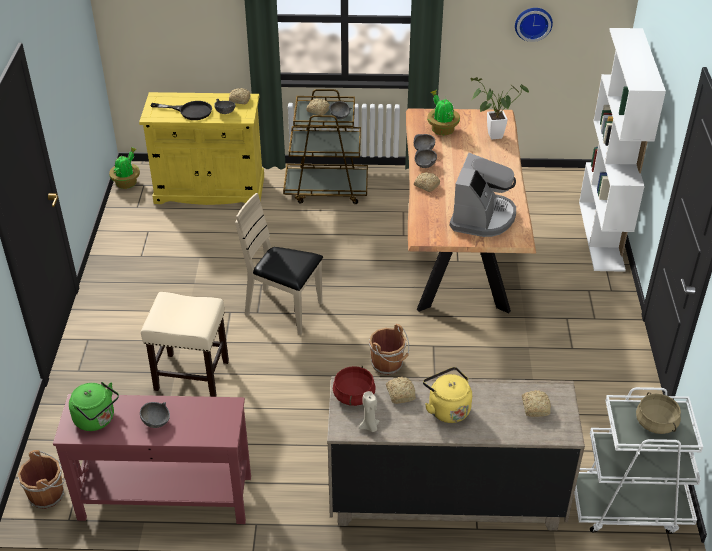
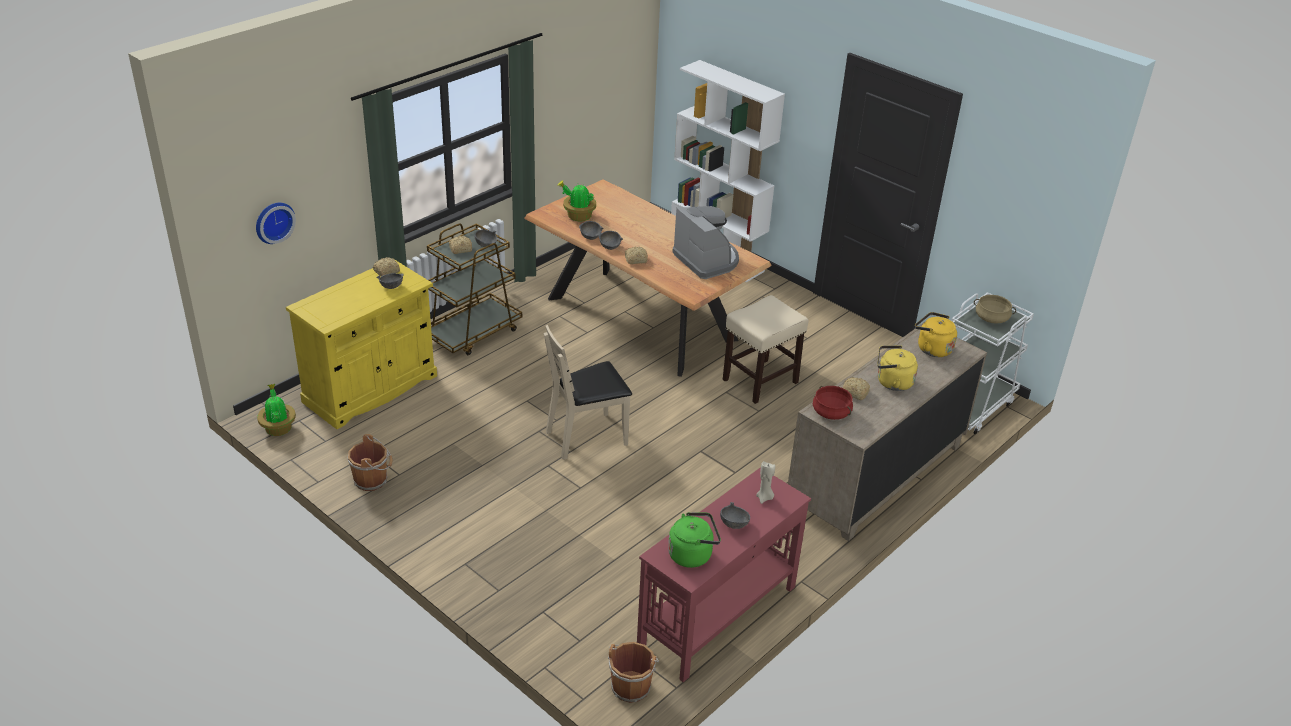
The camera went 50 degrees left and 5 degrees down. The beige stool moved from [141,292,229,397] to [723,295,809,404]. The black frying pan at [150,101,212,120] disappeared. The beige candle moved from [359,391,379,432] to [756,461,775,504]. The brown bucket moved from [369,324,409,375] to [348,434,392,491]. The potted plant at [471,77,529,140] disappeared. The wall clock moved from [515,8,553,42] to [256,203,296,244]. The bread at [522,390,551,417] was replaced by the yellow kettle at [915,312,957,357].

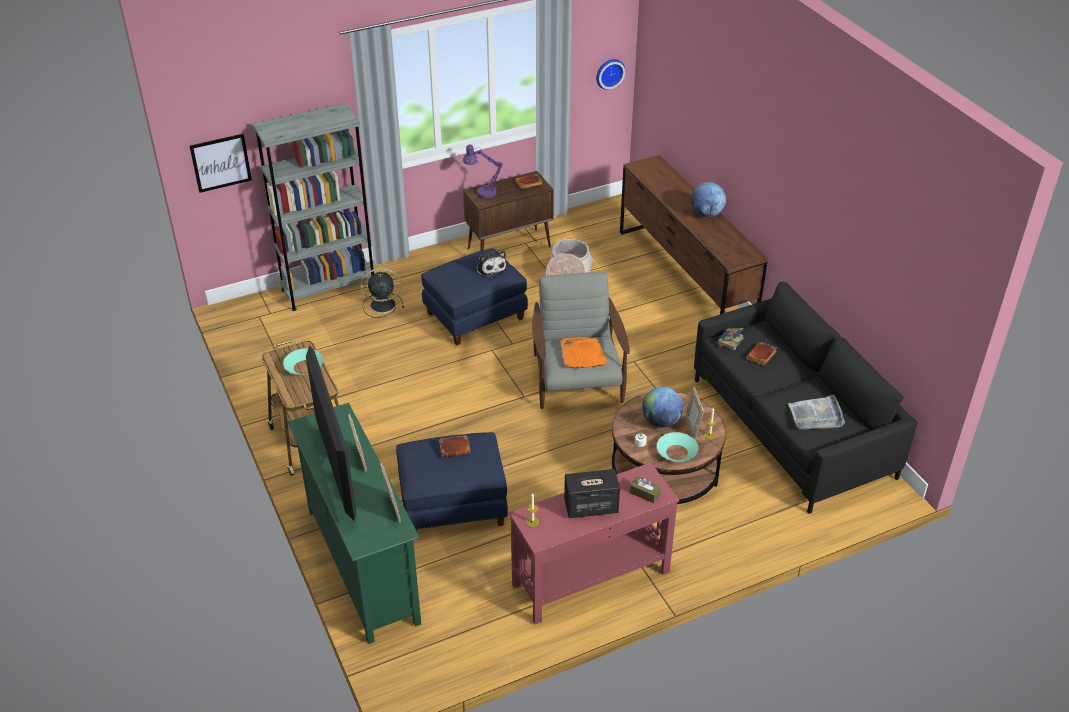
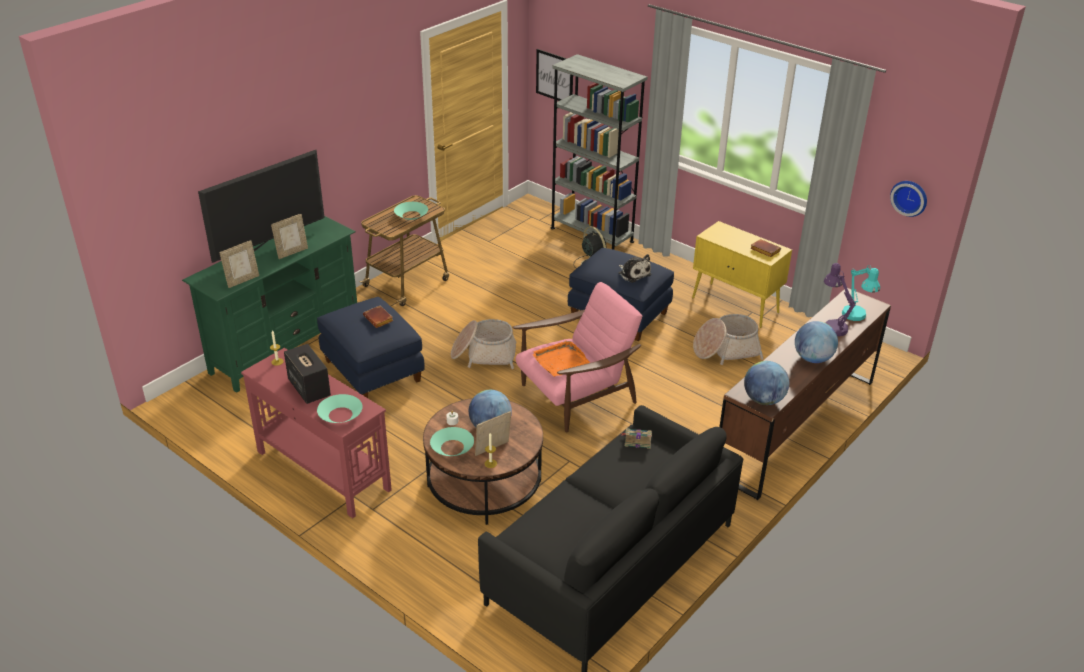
The camera went 65 degrees right and 5 degrees down. The purple table lamp moved from [463,144,503,199] to [824,263,856,336]. The brown cabinet at [463,171,554,251] became the yellow cabinet at [692,221,792,328]. The plush toy at [475,250,507,278] turned 75 degrees counterclockwise. The grey armchair at [532,272,630,409] became the pink armchair at [512,282,642,432]. The brown tissue box at [630,476,661,503] was replaced by the turquoise bowl at [317,394,363,423]. The brown book at [747,342,777,366] disappeared. The grey tray at [788,395,845,430] disappeared. The basket at [451,319,517,369] appeared. The globe at [744,361,789,405] appeared. The turquoise table lamp at [842,265,880,321] appeared.

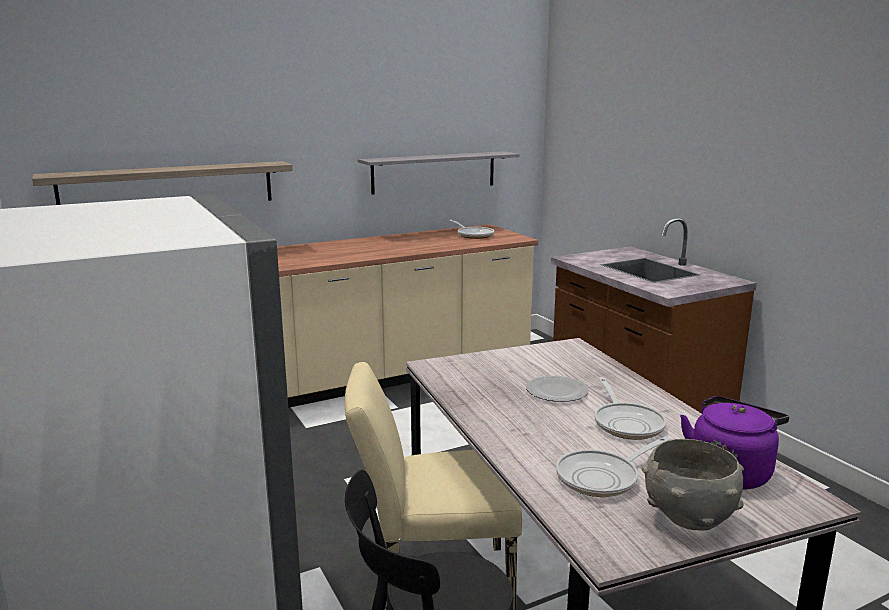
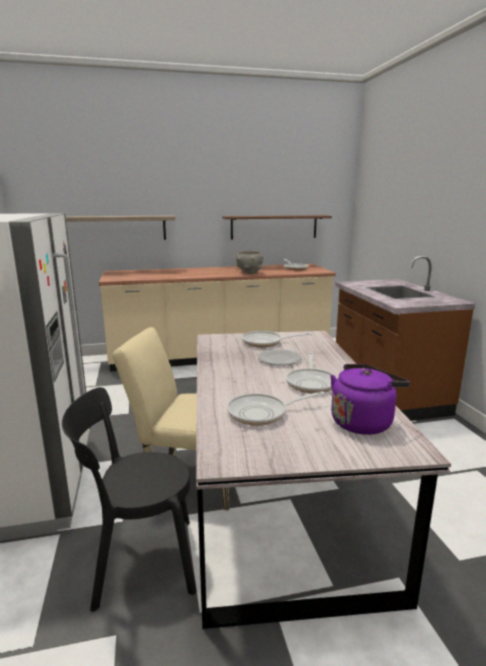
The camera went 15 degrees right and 0 degrees up. The grey shelf at [358,151,520,195] became the brown shelf at [222,215,332,240]. The grey bowl moved from [641,439,744,531] to [236,251,264,274]. The frying pan at [242,331,311,347] appeared.

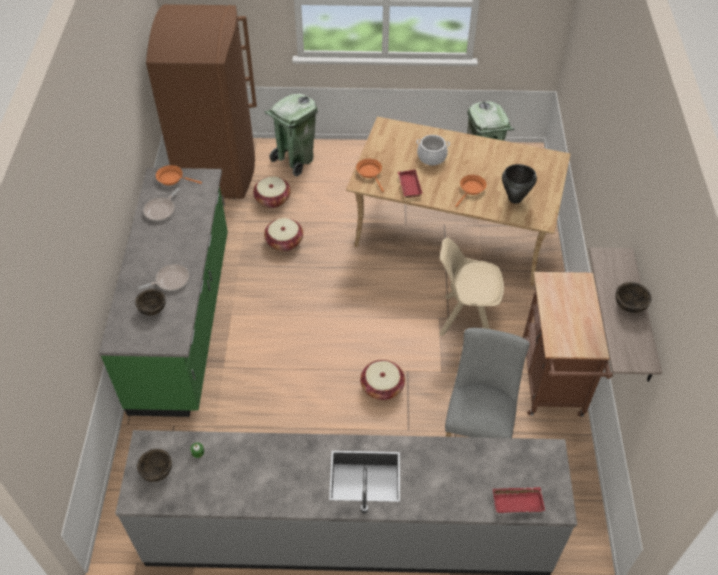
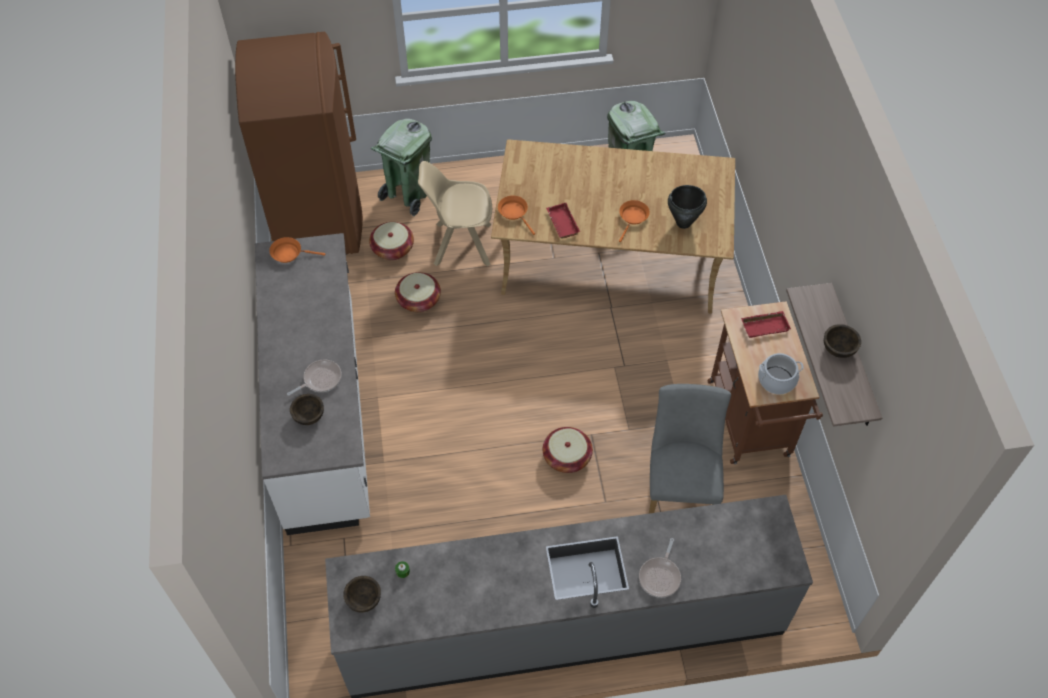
The camera went 10 degrees left and 5 degrees up. The green counter at [99,168,228,417] became the white counter at [255,233,370,535]. The frying pan moved from [143,188,180,221] to [639,538,681,598]. The cooking pot moved from [416,135,450,165] to [758,353,804,395]. The beige chair moved from [439,238,504,336] to [418,161,492,266]. The red tray moved from [493,487,545,513] to [741,311,791,338].

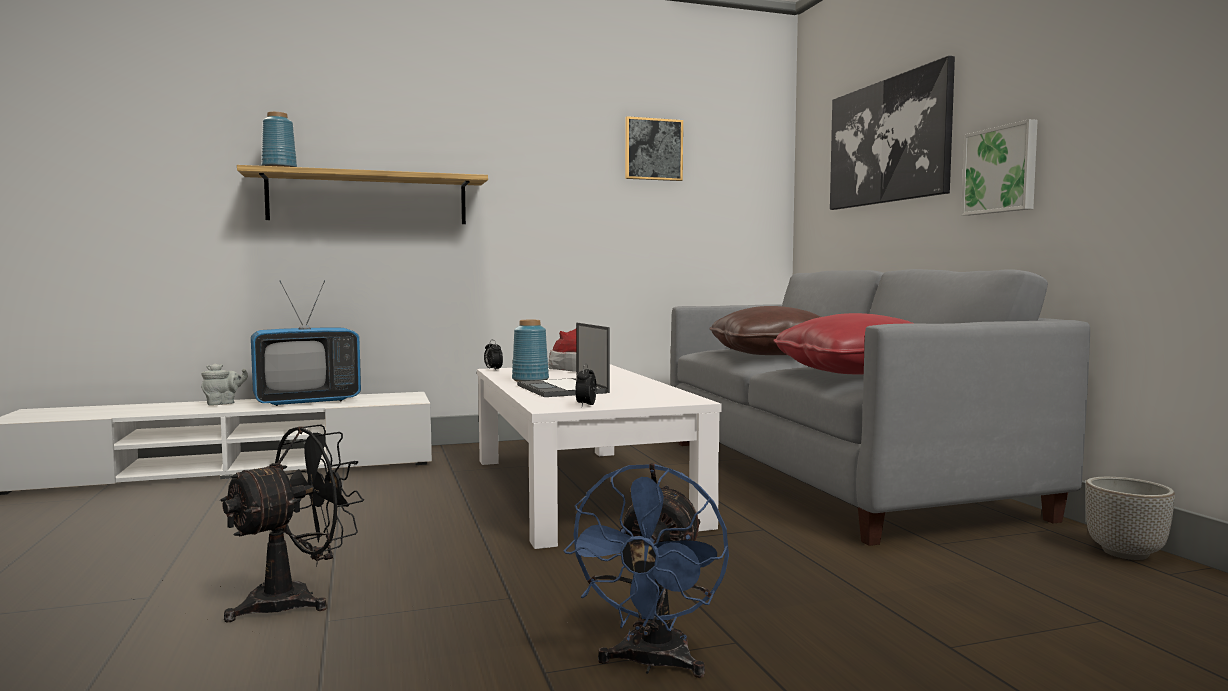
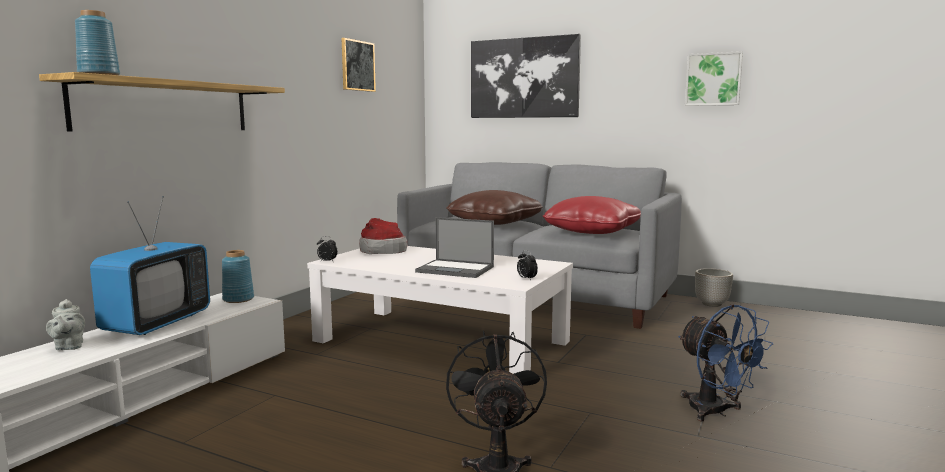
The camera went 45 degrees left and 5 degrees up. The grey teapot at [201,364,248,406] turned 150 degrees clockwise. The blue vase moved from [512,320,549,381] to [222,250,254,303]. The picture moved from [961,119,1038,216] to [685,51,743,106].

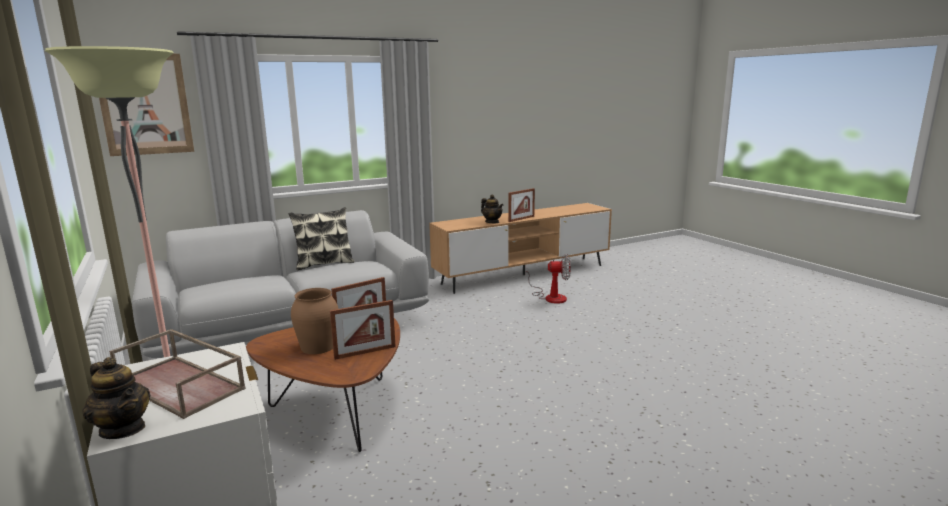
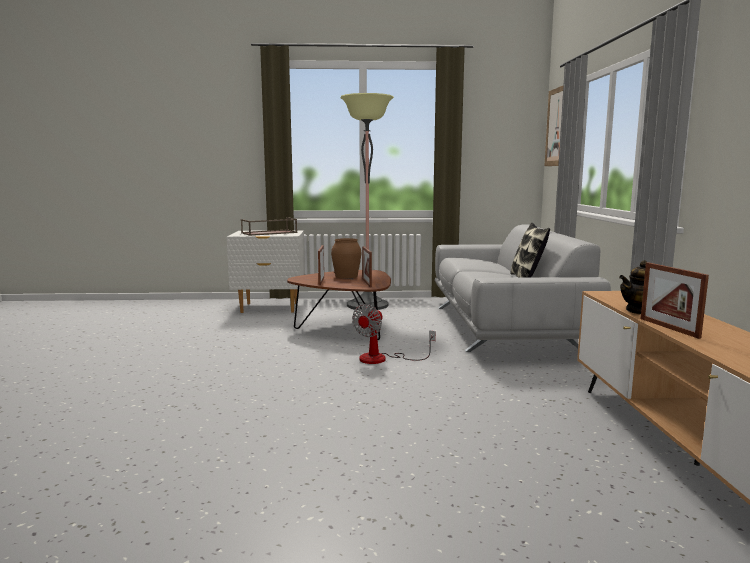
The camera went 115 degrees right and 5 degrees down. The teapot at [82,357,150,439] disappeared. The fan moved from [525,254,571,304] to [352,304,436,364].

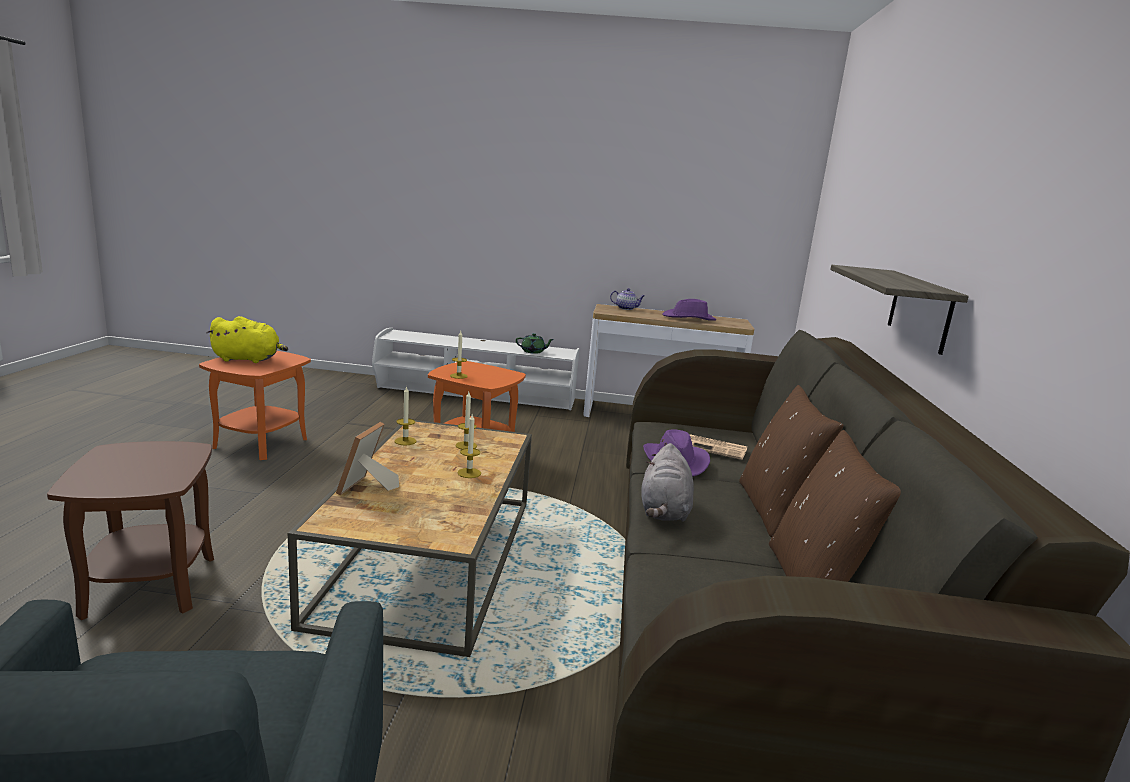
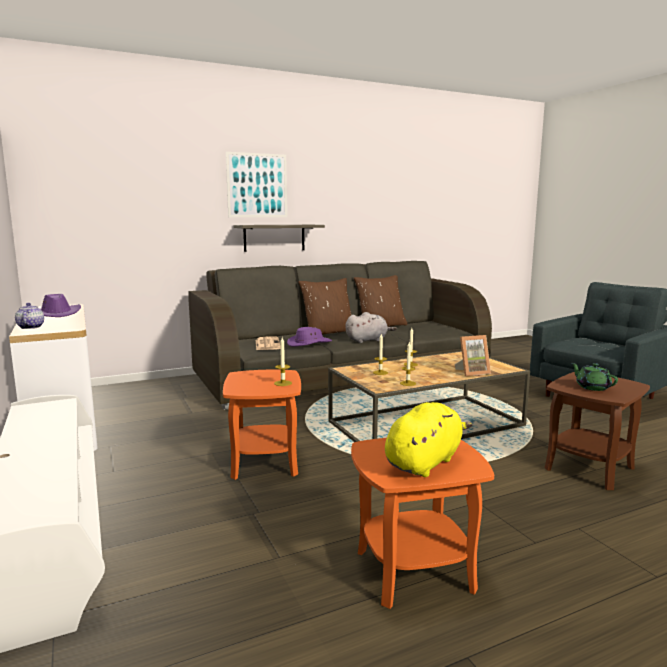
The camera went 120 degrees left and 5 degrees down. The yellow plush toy at [207,316,288,363] turned 75 degrees clockwise. The green teapot moved from [516,333,554,354] to [572,363,618,391]. The picture at [226,152,287,217] appeared.

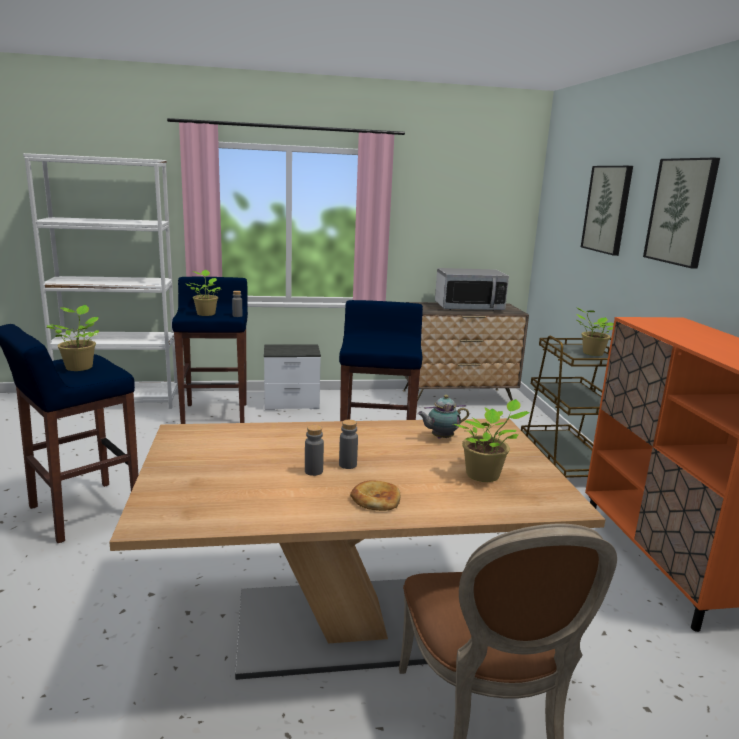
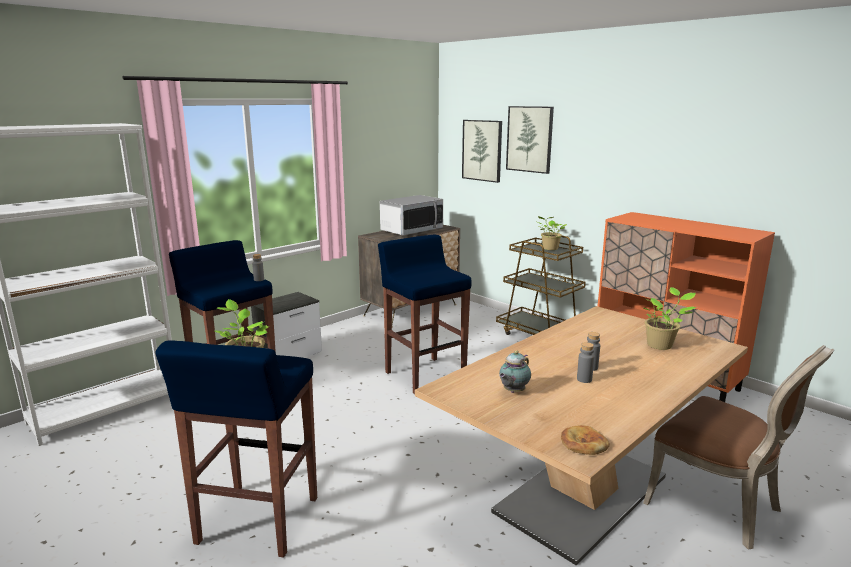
The camera went 35 degrees left and 0 degrees up. The potted plant at [186,270,222,316] disappeared. The bread moved from [350,480,400,511] to [561,425,610,455]. The teapot moved from [417,395,469,439] to [499,350,531,393]. The picture moved from [643,158,720,269] to [462,120,502,183].

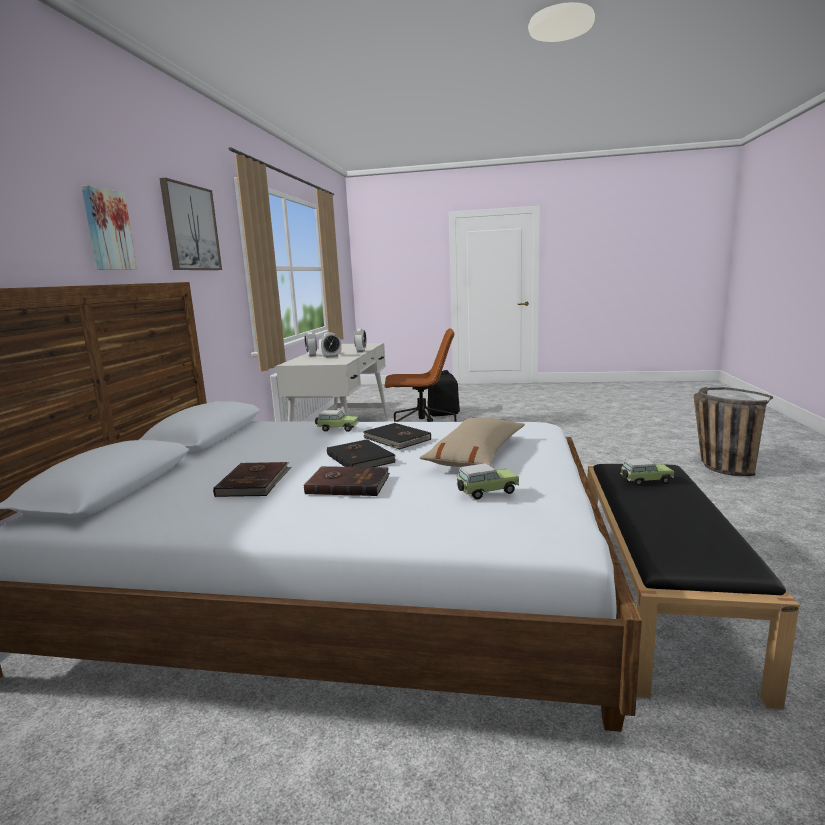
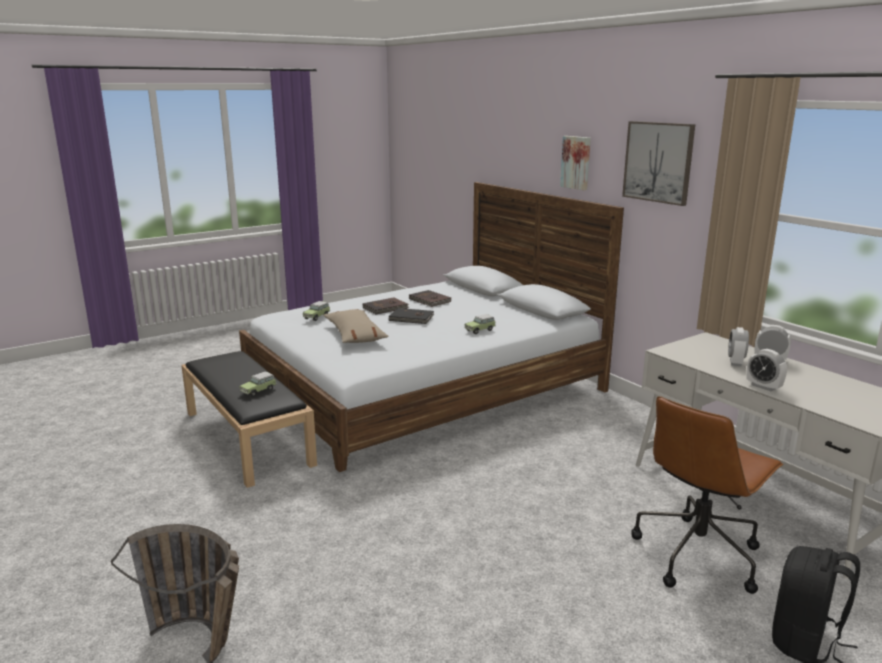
The camera went 135 degrees right and 5 degrees up. The black book at [363,423,431,449] disappeared.

